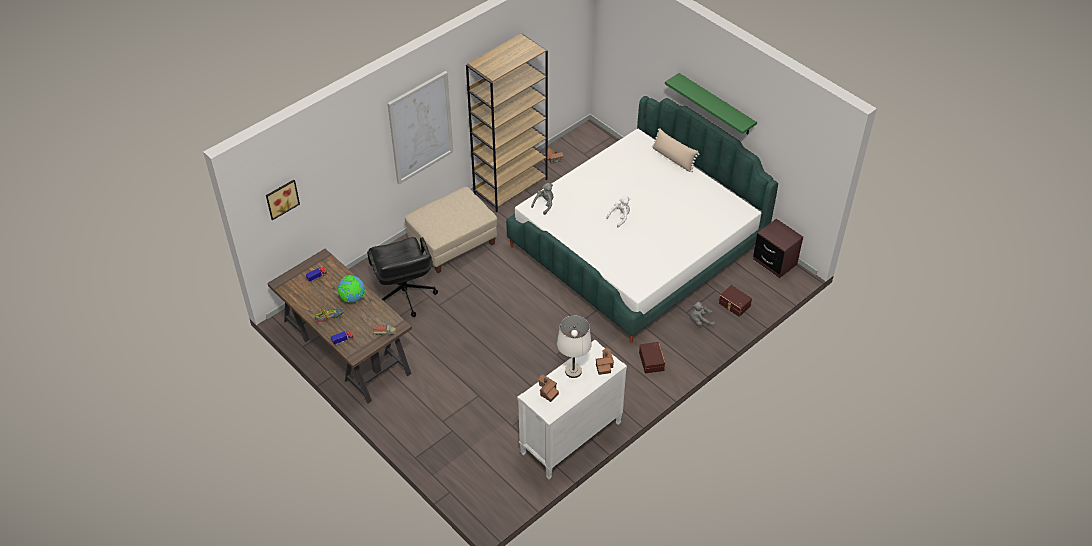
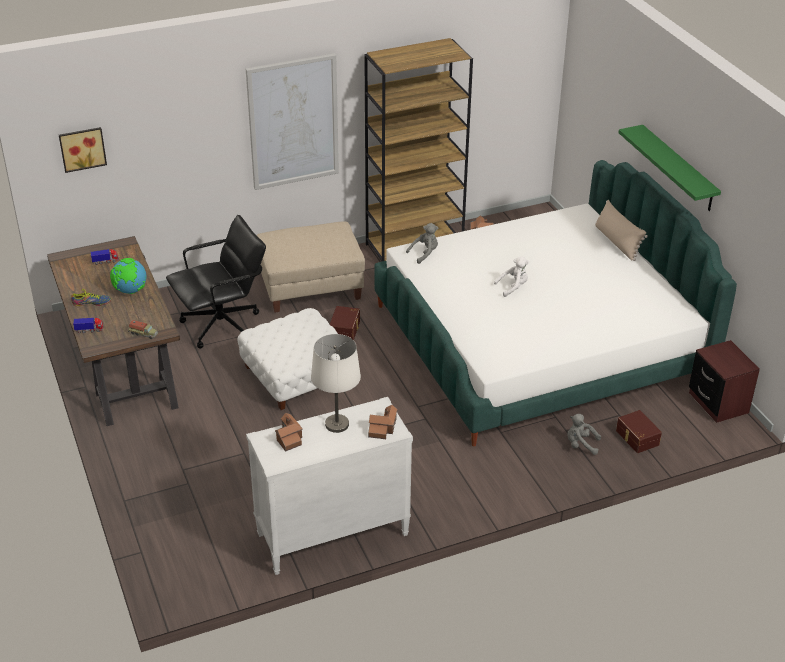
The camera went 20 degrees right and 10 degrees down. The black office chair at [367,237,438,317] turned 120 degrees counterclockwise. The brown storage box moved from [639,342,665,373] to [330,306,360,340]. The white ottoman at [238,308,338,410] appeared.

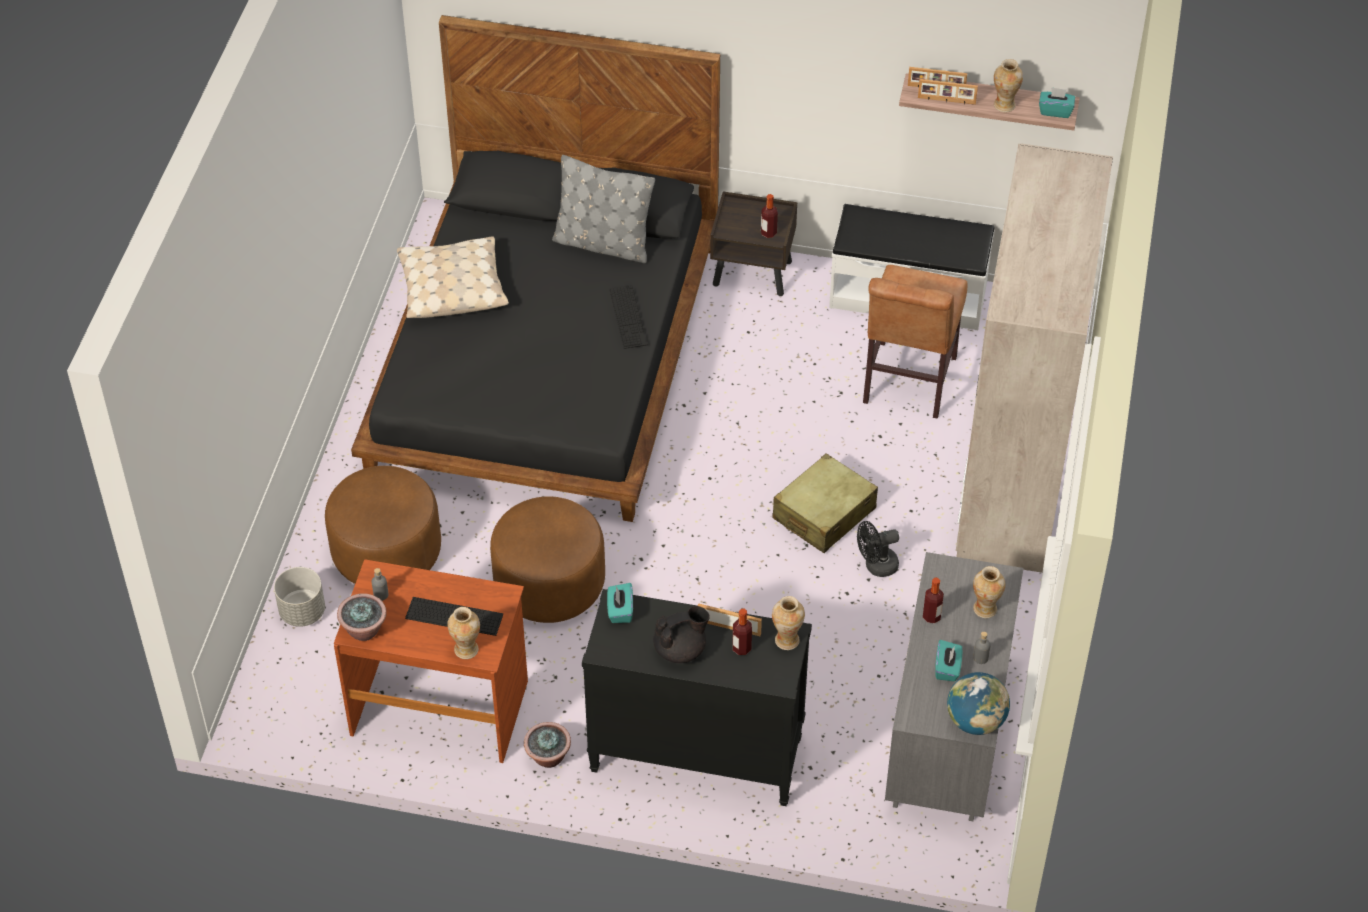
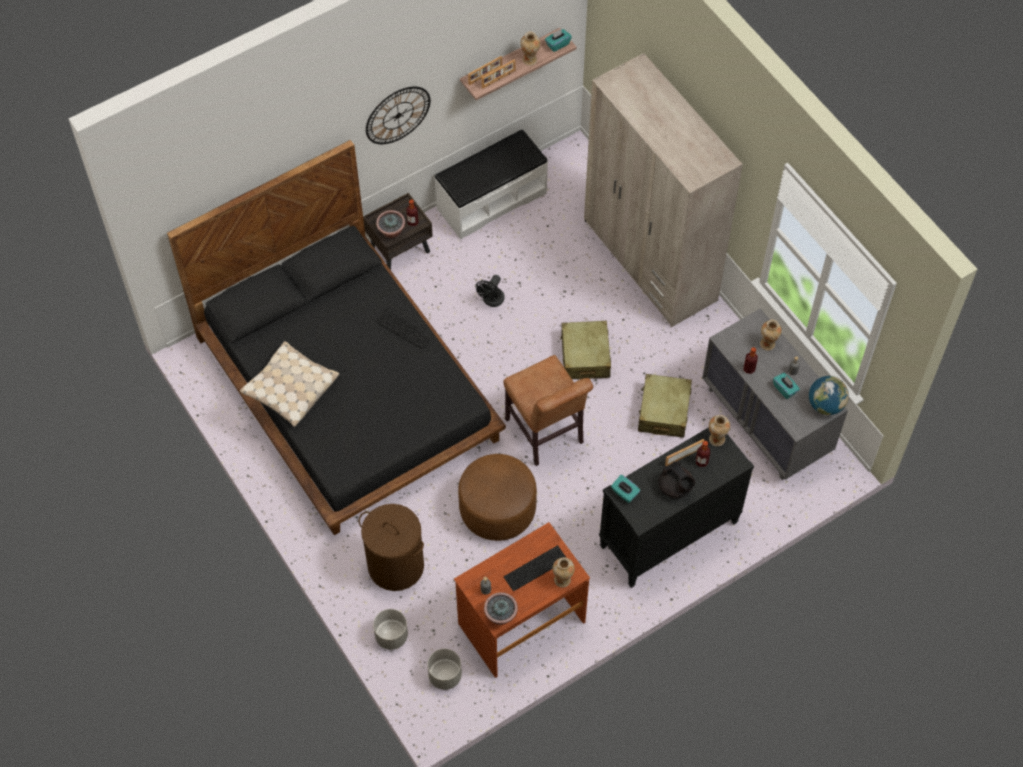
The camera went 45 degrees left and 10 degrees up. The brown ottoman at [325,466,441,584] was replaced by the brown laundry basket at [359,504,424,591]. The potted plant moved from [524,722,571,768] to [376,210,405,238]. The grey pillow at [552,155,655,263] disappeared. The black teapot at [653,606,710,663] turned 120 degrees clockwise. The black fan moved from [857,521,899,577] to [476,275,504,307]. The brown chair moved from [863,265,968,419] to [503,355,593,466]. The wall clock at [366,87,430,144] appeared. The grey planter at [427,649,462,690] appeared. The beige suitcase at [638,374,692,438] appeared.

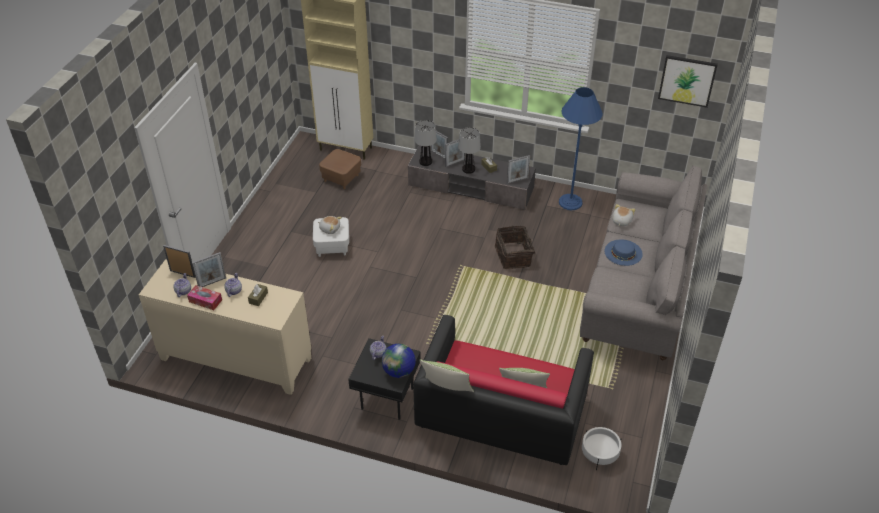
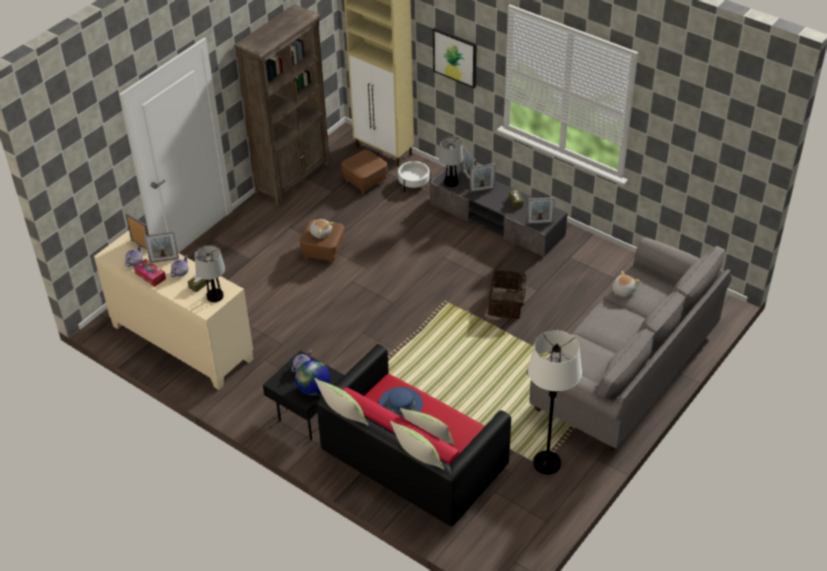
The camera went 20 degrees right and 0 degrees up. The white ottoman at [313,217,349,257] became the brown ottoman at [300,219,345,264]. The table lamp moved from [458,127,481,174] to [195,245,225,302]. The blue floor lamp at [559,87,603,210] disappeared. The white planter moved from [582,427,622,470] to [398,161,431,192]. The blue hat moved from [605,239,643,266] to [379,387,423,419]. The picture moved from [658,55,718,108] to [433,28,477,88]. The brown bookcase at [234,4,331,205] appeared. The pillow at [390,421,444,470] appeared. The white floor lamp at [528,330,582,474] appeared.

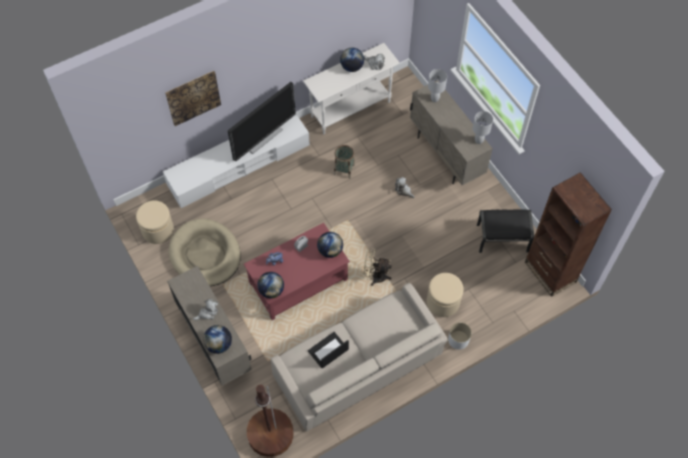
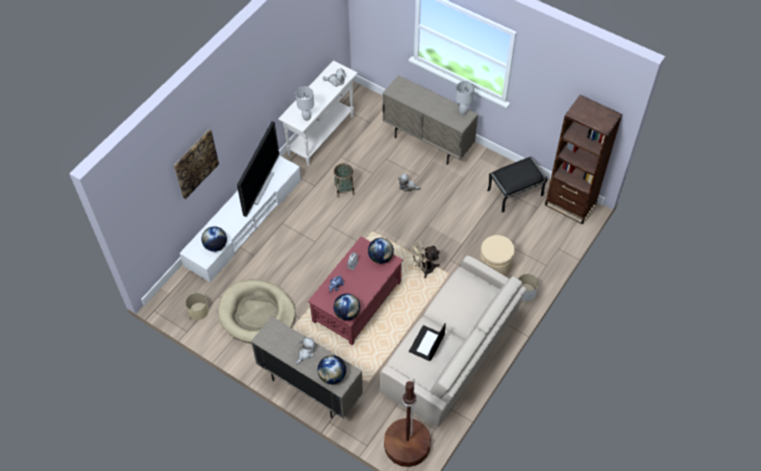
The camera went 25 degrees left and 5 degrees down. The beige ottoman at [136,200,174,244] was replaced by the beige planter at [185,293,209,320]. The globe moved from [340,48,364,72] to [201,226,227,252]. The white table lamp moved from [428,69,447,102] to [296,86,314,121].

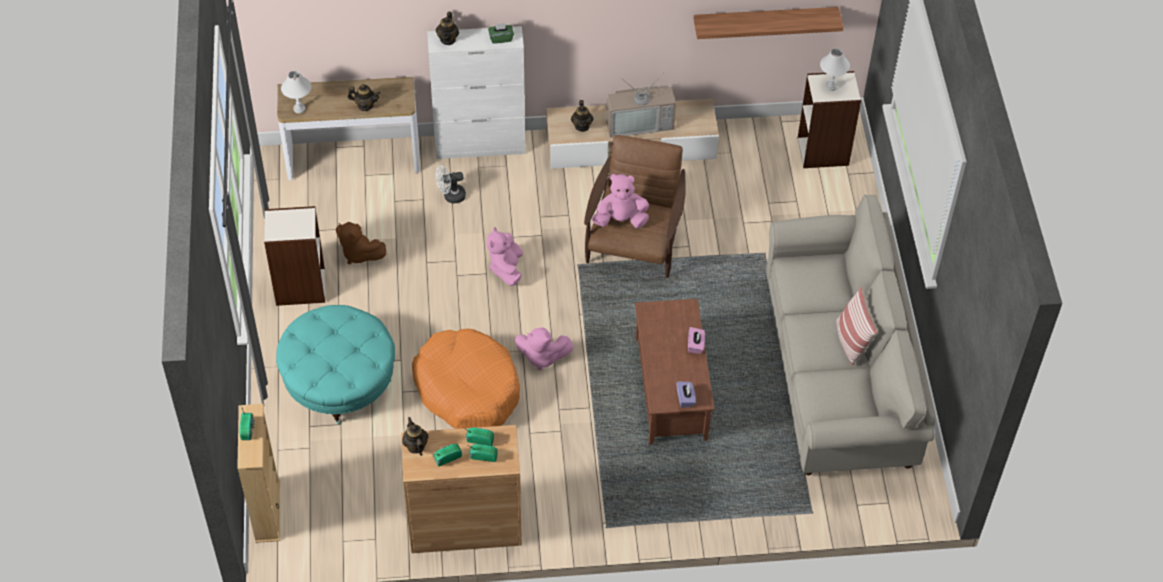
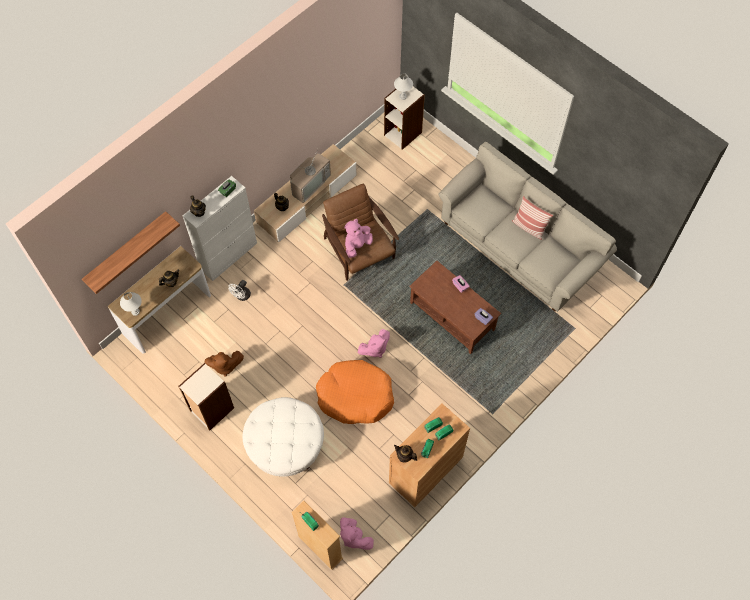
The camera went 40 degrees left and 10 degrees up. The turquoise ottoman at [276,305,395,424] became the white ottoman at [243,397,324,477]. The pink plush toy moved from [487,227,523,286] to [340,517,374,550]. The shelf moved from [694,7,843,39] to [82,211,180,294].

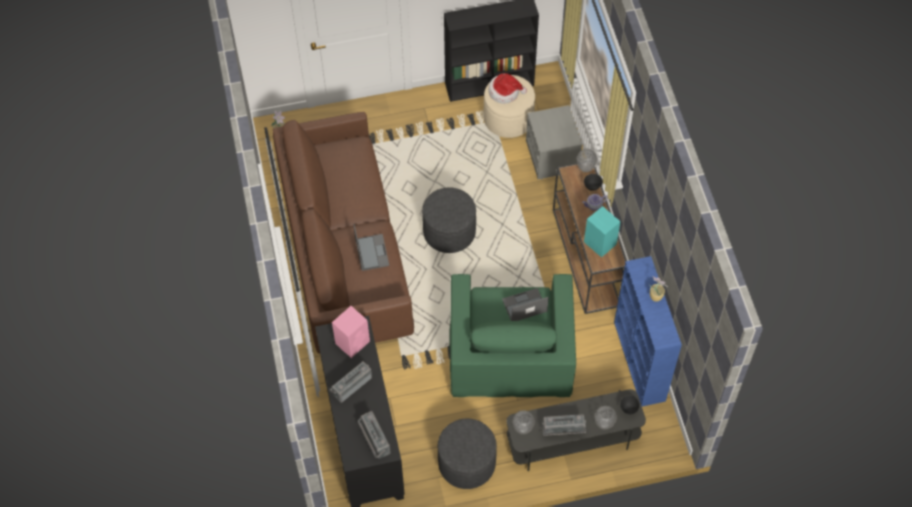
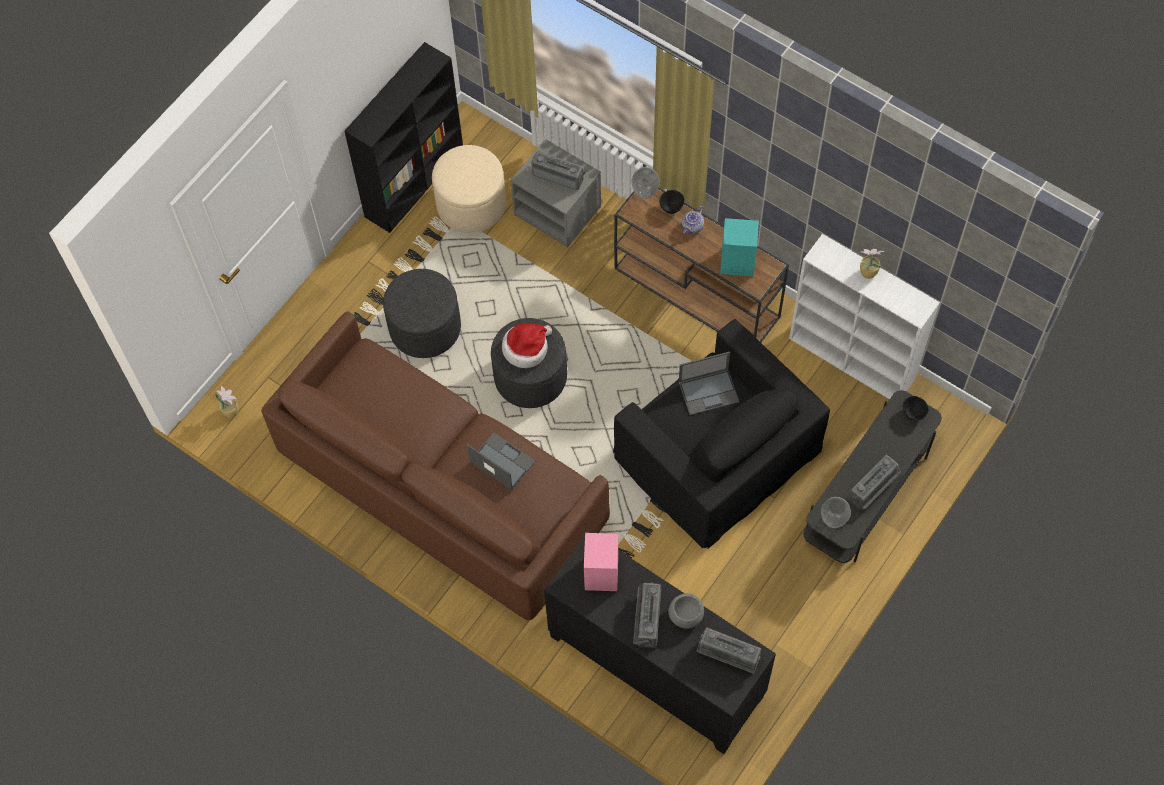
The camera went 40 degrees left and 5 degrees up. The grey ottoman moved from [438,419,497,489] to [383,269,461,358]. The green armchair at [449,274,576,397] became the black armchair at [613,319,830,549]. The hat moved from [488,73,527,104] to [502,323,552,368]. The laptop at [502,288,549,321] turned 135 degrees counterclockwise. The vase at [594,406,617,430] disappeared. The blue bookcase at [614,256,682,407] became the white bookcase at [789,234,940,399]. The radio at [532,151,586,190] appeared. The grey bowl at [669,593,704,629] appeared.

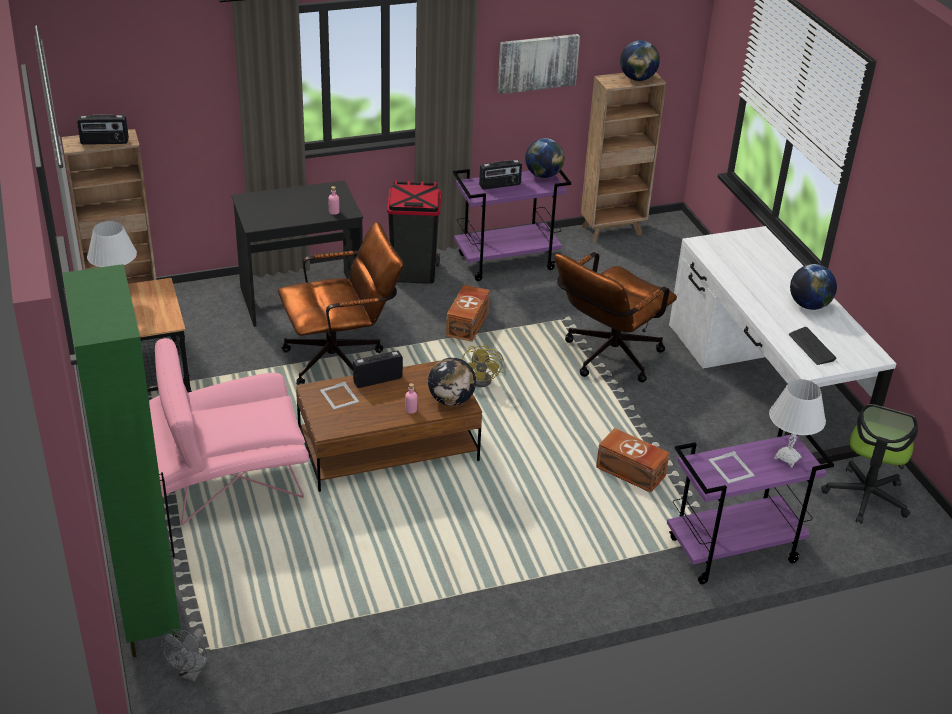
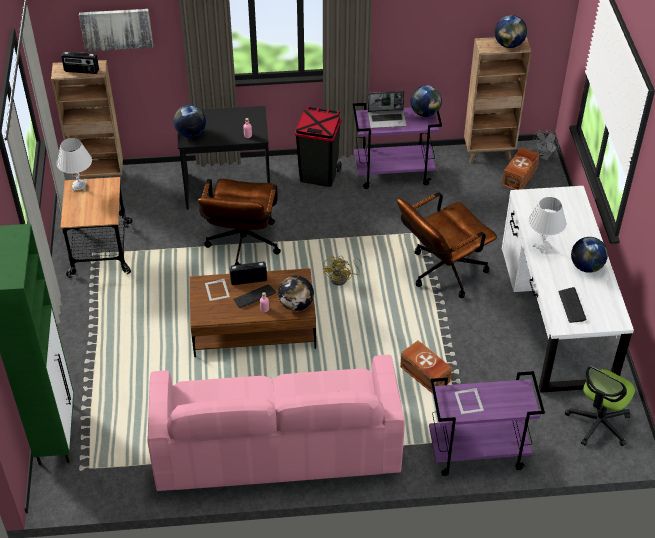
The camera went 15 degrees right and 10 degrees up. The pink armchair at [149,338,309,525] disappeared. The grey fan moved from [161,628,208,682] to [533,129,559,160]. The brown office chair at [278,222,403,385] turned 105 degrees clockwise. The brown storage box moved from [446,285,490,342] to [502,147,539,190]. The radio at [479,160,522,190] was replaced by the laptop at [368,91,407,128]. The picture moved from [498,34,580,94] to [79,9,153,51]. The white table lamp moved from [769,379,826,467] to [528,197,566,254]. The pink sofa at [147,355,405,491] appeared. The globe at [174,105,206,138] appeared. The keyboard at [233,284,276,308] appeared.

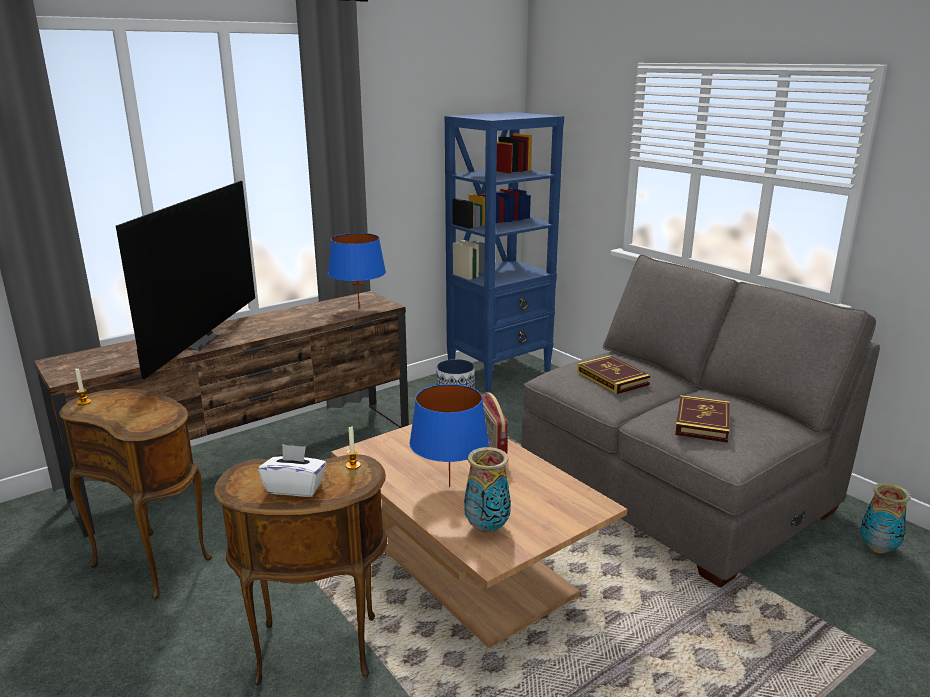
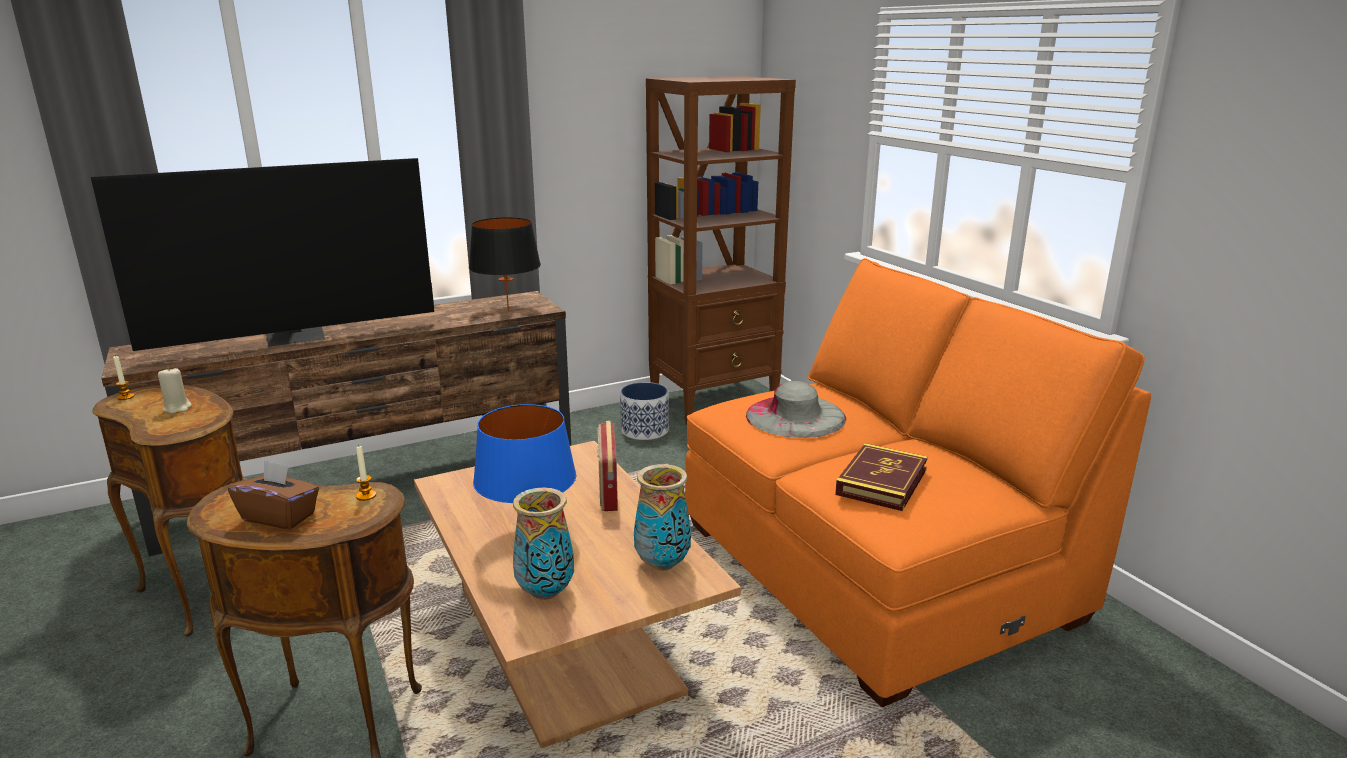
The camera went 10 degrees right and 0 degrees up. The television at [116,181,255,379] turned 45 degrees clockwise. The white tissue box at [258,444,326,497] became the brown tissue box at [228,460,319,529]. The blue table lamp at [328,233,386,309] became the black table lamp at [469,217,541,311]. The blue bookcase at [444,112,564,392] became the brown bookcase at [646,76,796,425]. The grey sofa at [521,255,880,588] became the orange sofa at [685,258,1151,707]. The book at [577,355,651,394] was replaced by the grey hat at [746,381,846,438]. The vase moved from [860,483,911,554] to [634,464,691,571]. The beige candle at [158,367,192,414] appeared.

